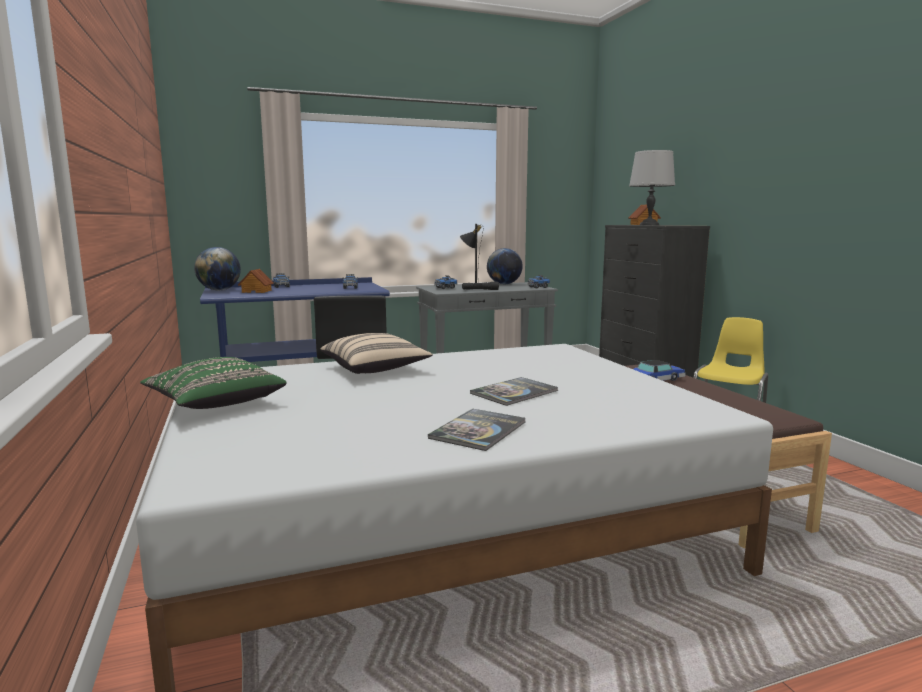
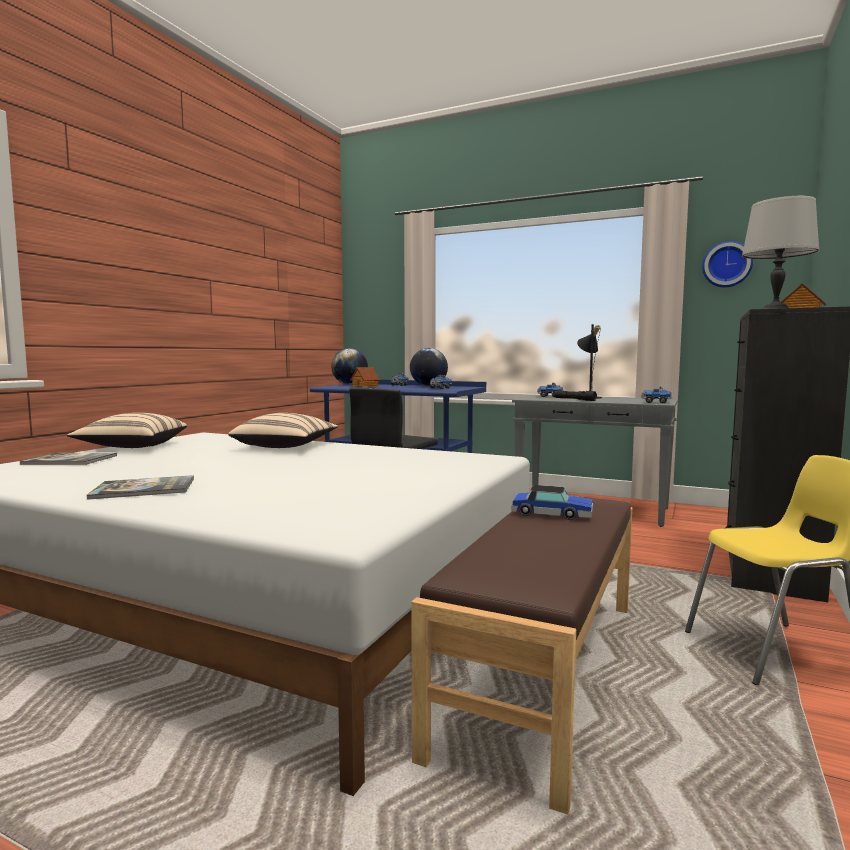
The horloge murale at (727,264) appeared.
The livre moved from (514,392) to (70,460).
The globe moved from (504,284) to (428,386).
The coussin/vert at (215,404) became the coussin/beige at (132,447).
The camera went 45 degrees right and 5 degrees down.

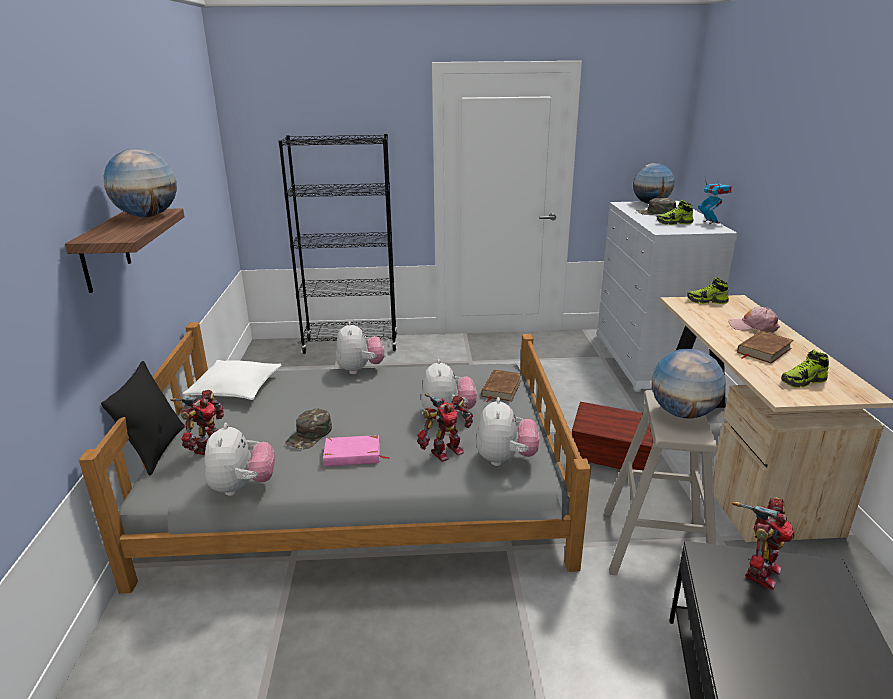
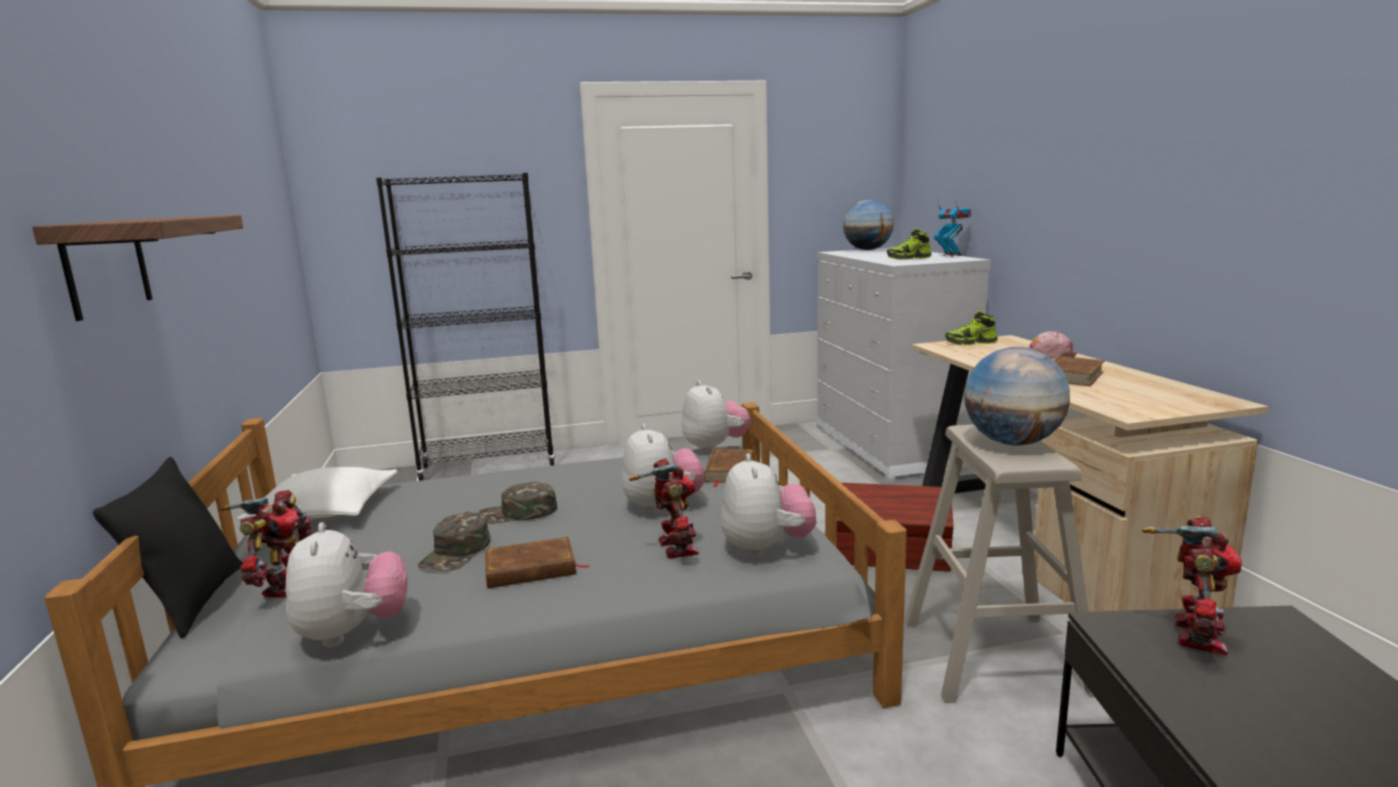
The globe at (147,216) disappeared.
The chaussure at (803,381) disappeared.
The peluche moved from (360,369) to (715,447).
The casquette/vert moved from (655,212) to (518,513).
The livre/rose at (352,455) became the livre/marron at (531,569).
The robot jouet at (445,451) turned 60 degrees counterclockwise.
The camera went 10 degrees left and 10 degrees down.

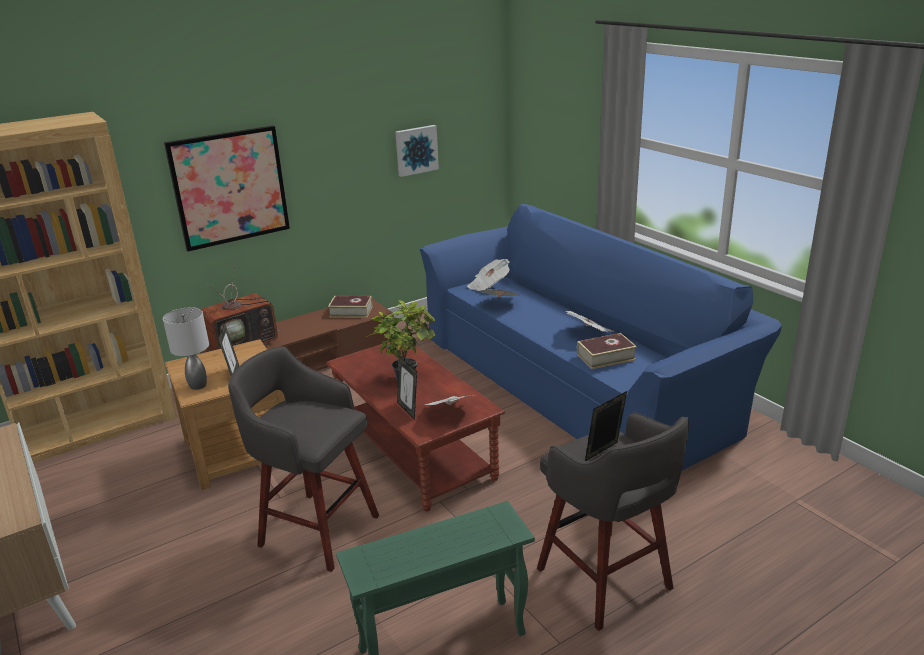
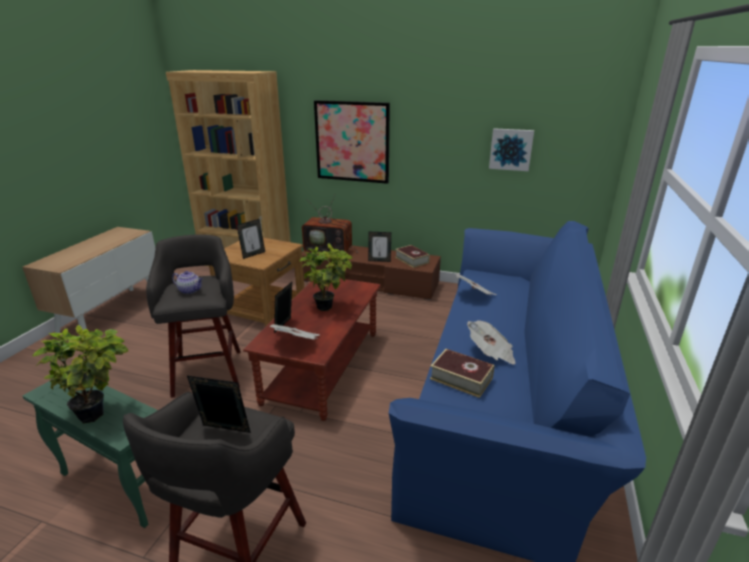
The lampe de table/gris at (198,386) disappeared.
The journal at (488,286) disappeared.
The plante en pot at (99,413) appeared.
The théière at (190,290) appeared.
The cadre photo at (379,260) appeared.
The camera went 50 degrees right and 0 degrees up.

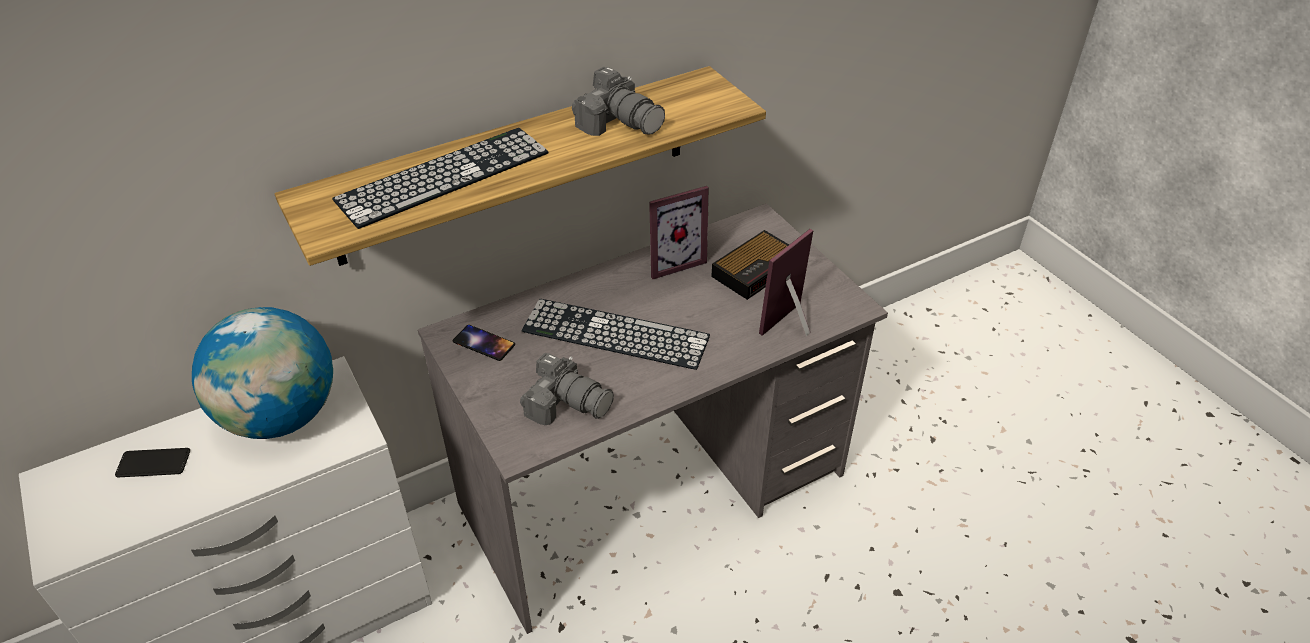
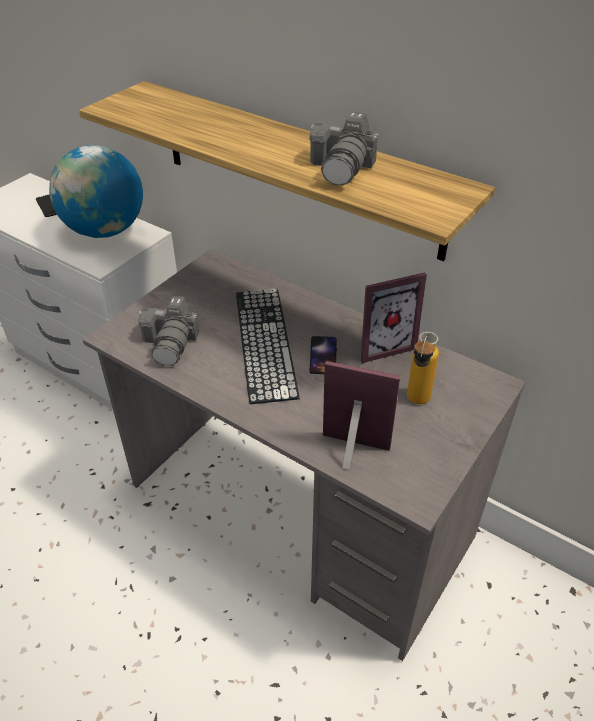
The clavier at (443,176) disappeared.
The téléphone moved from (484,343) to (323,355).
The réveil at (756,269) was replaced by the bouteille at (416,404).
The cadre photo at (672,261) turned 60 degrees counterclockwise.
The camera went 65 degrees right and 0 degrees up.

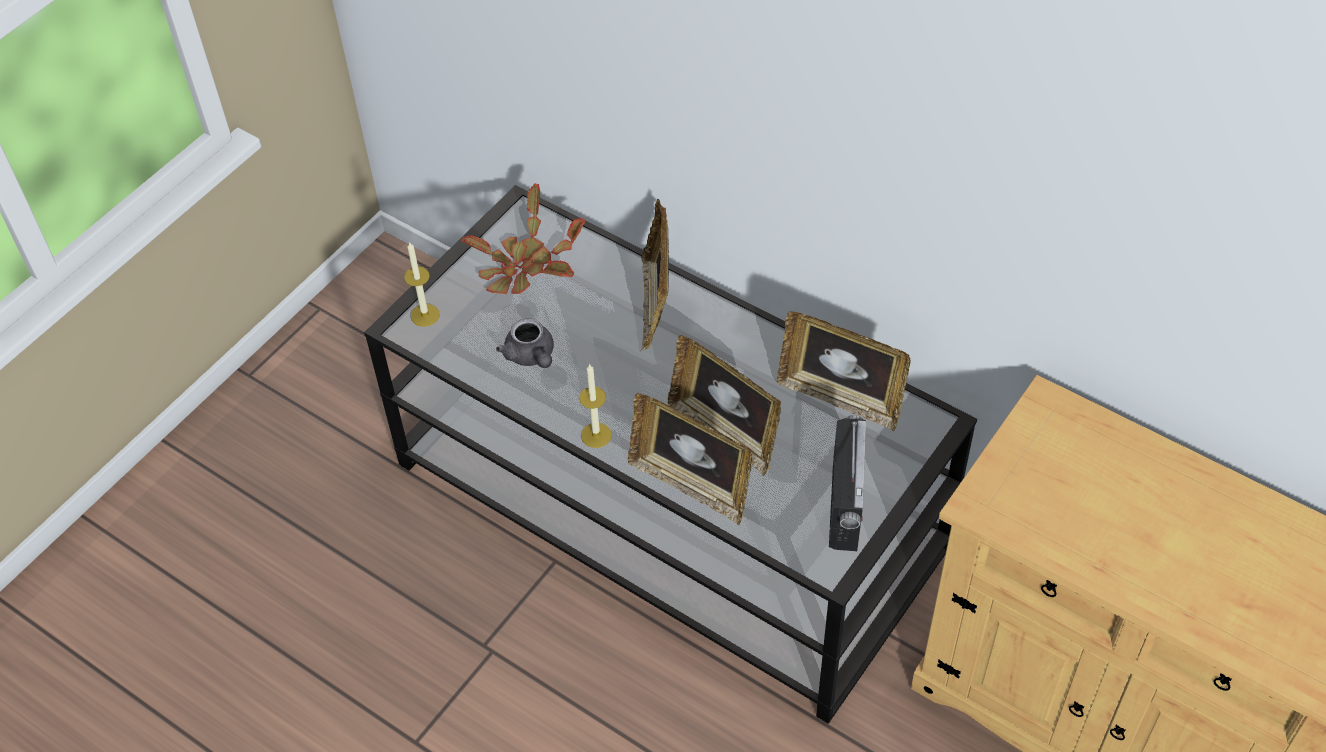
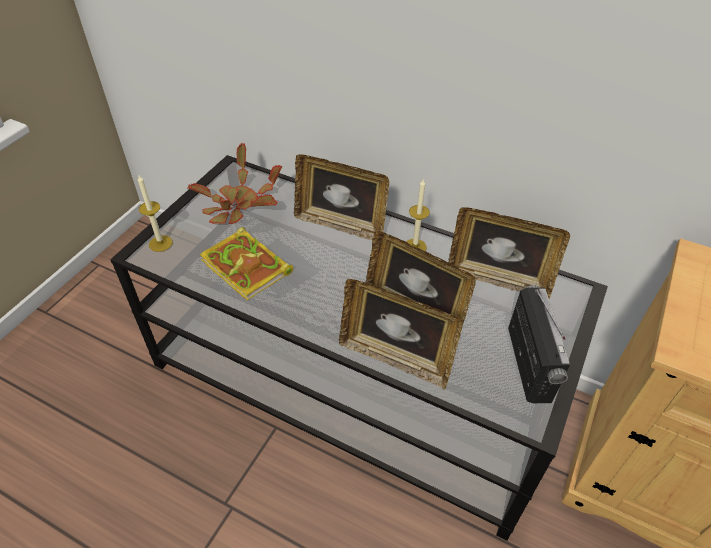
The bougie moved from (596,435) to (415,247).
The théière/gris at (531,356) was replaced by the livre at (248,267).
The cadre photo at (655,305) turned 60 degrees counterclockwise.
The camera went 10 degrees left and 5 degrees down.

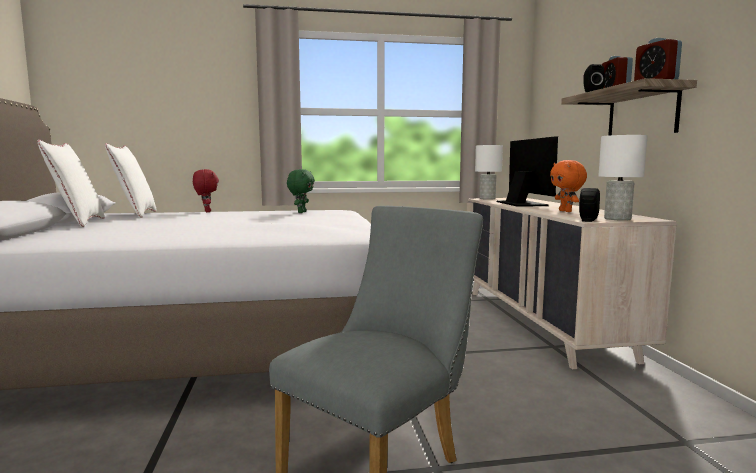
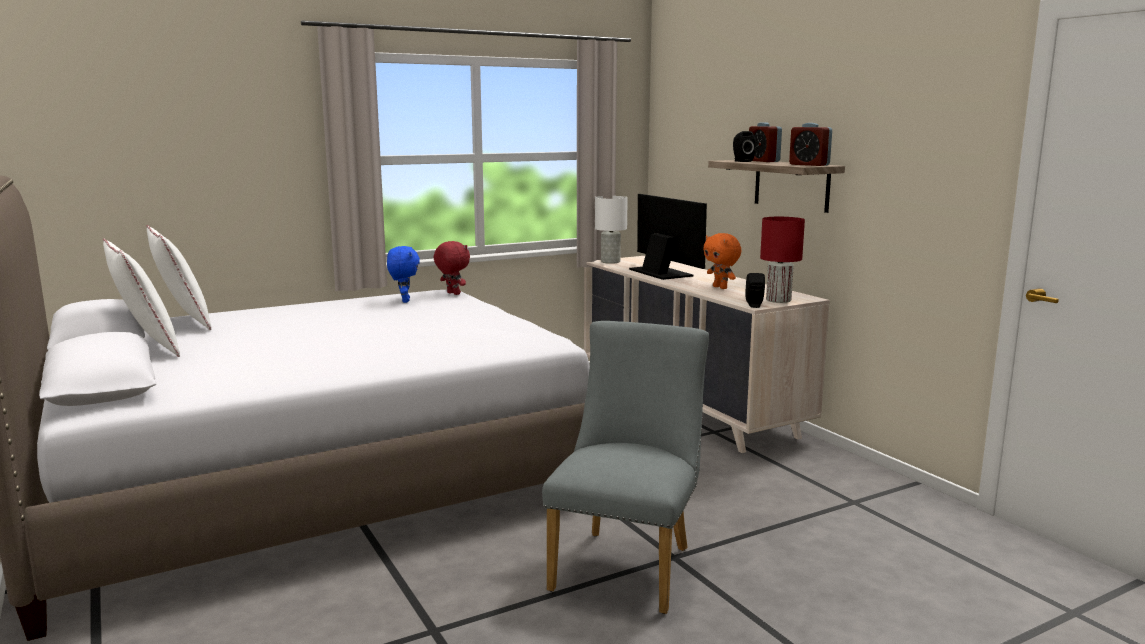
The peluche/rouge moved from (206,211) to (452,294).
The peluche/vert at (301,212) became the peluche/bleu at (404,301).
The lampe de table/blanc at (617,219) became the lampe de table/rouge at (778,300).
The camera went 20 degrees left and 5 degrees up.

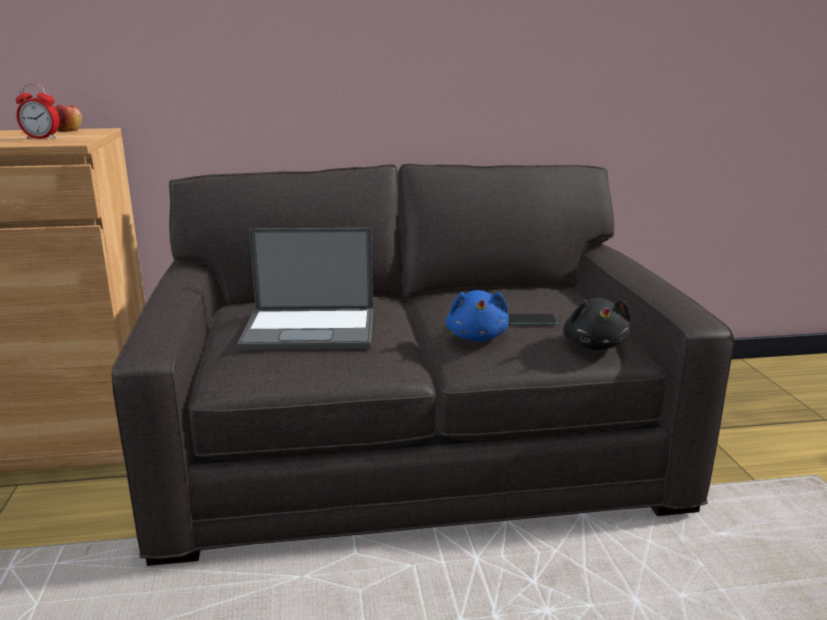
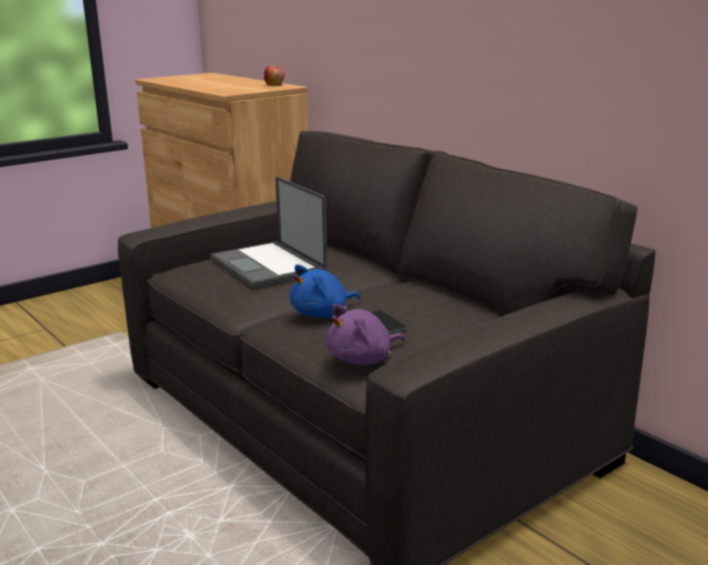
The réveil at (41,138) disappeared.
The peluche/noir at (594,345) became the peluche/violet at (363,359).
The camera went 60 degrees right and 0 degrees up.

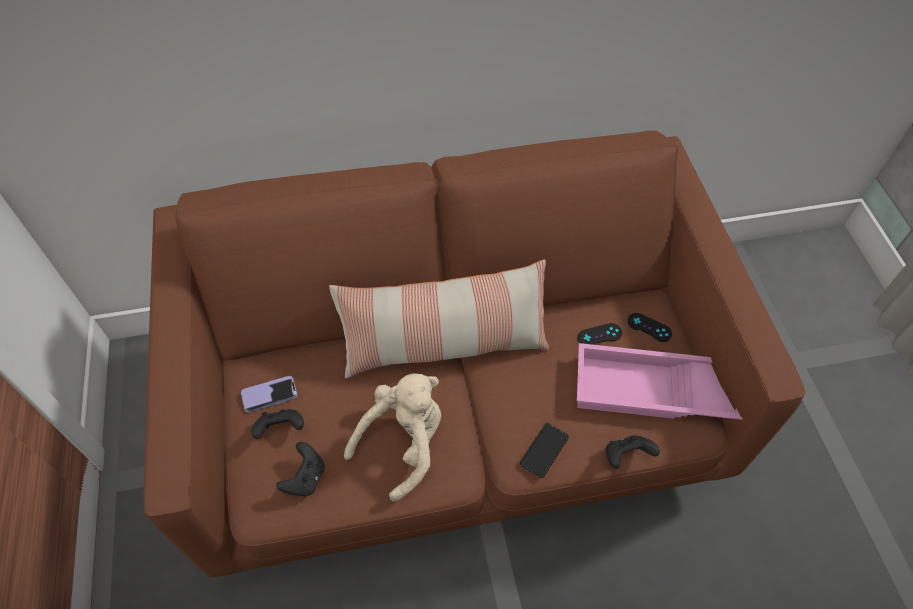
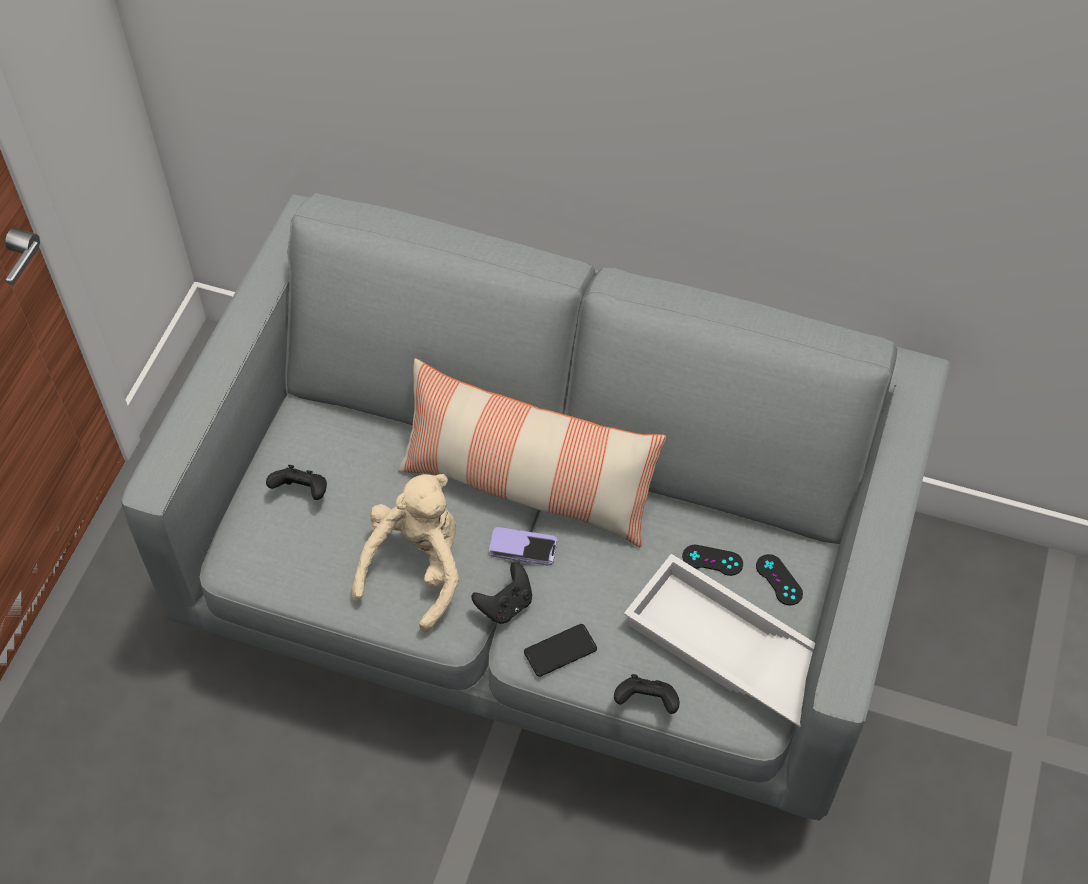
The téléphone moved from (269,395) to (523,547).
The manette/noir moved from (305,478) to (505,605).
The canapé/marron at (455,411) became the canapé/gris at (544,587).
The plateau/rose at (651,392) became the plateau/blanc at (727,651).
The peluche/beige at (403,443) turned 45 degrees counterclockwise.
The camera went 30 degrees right and 0 degrees up.

